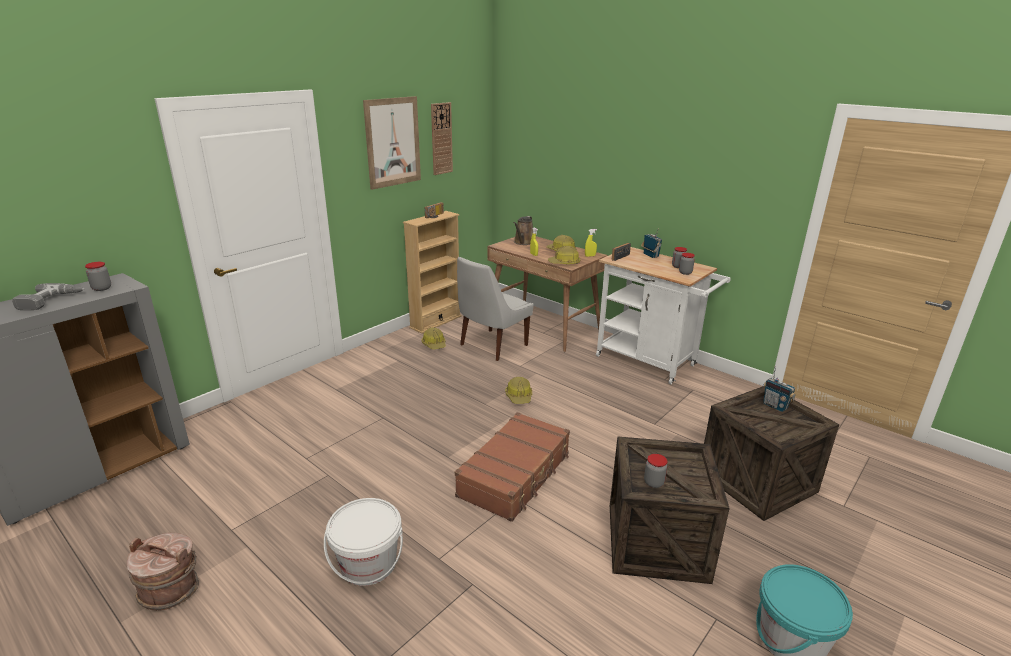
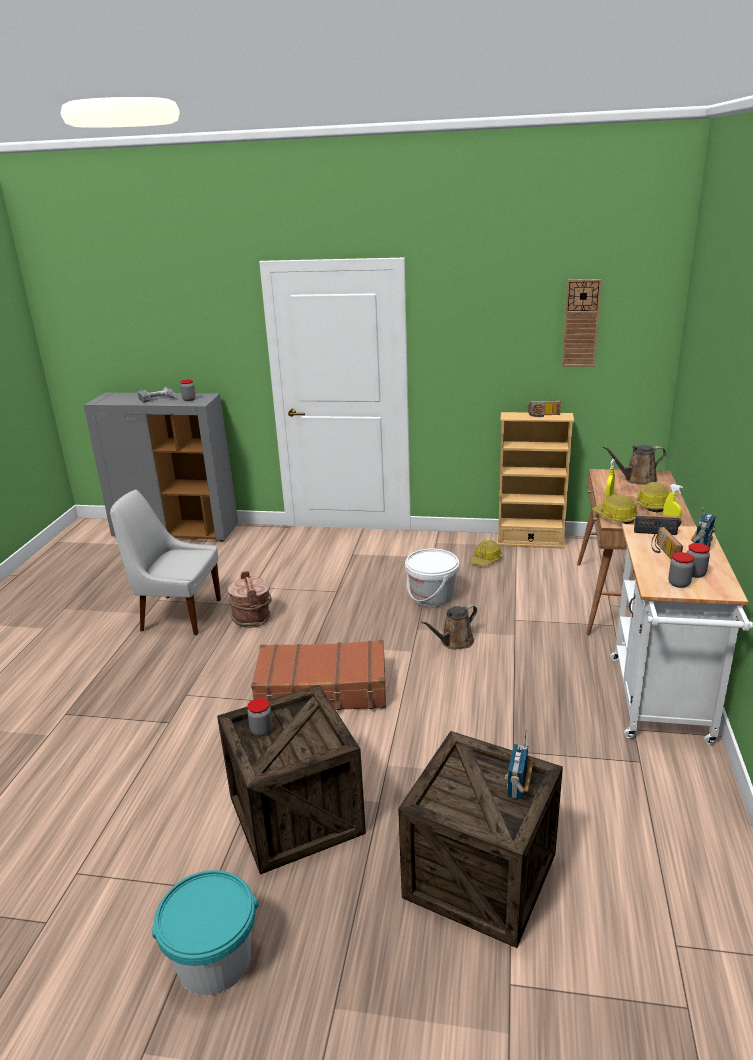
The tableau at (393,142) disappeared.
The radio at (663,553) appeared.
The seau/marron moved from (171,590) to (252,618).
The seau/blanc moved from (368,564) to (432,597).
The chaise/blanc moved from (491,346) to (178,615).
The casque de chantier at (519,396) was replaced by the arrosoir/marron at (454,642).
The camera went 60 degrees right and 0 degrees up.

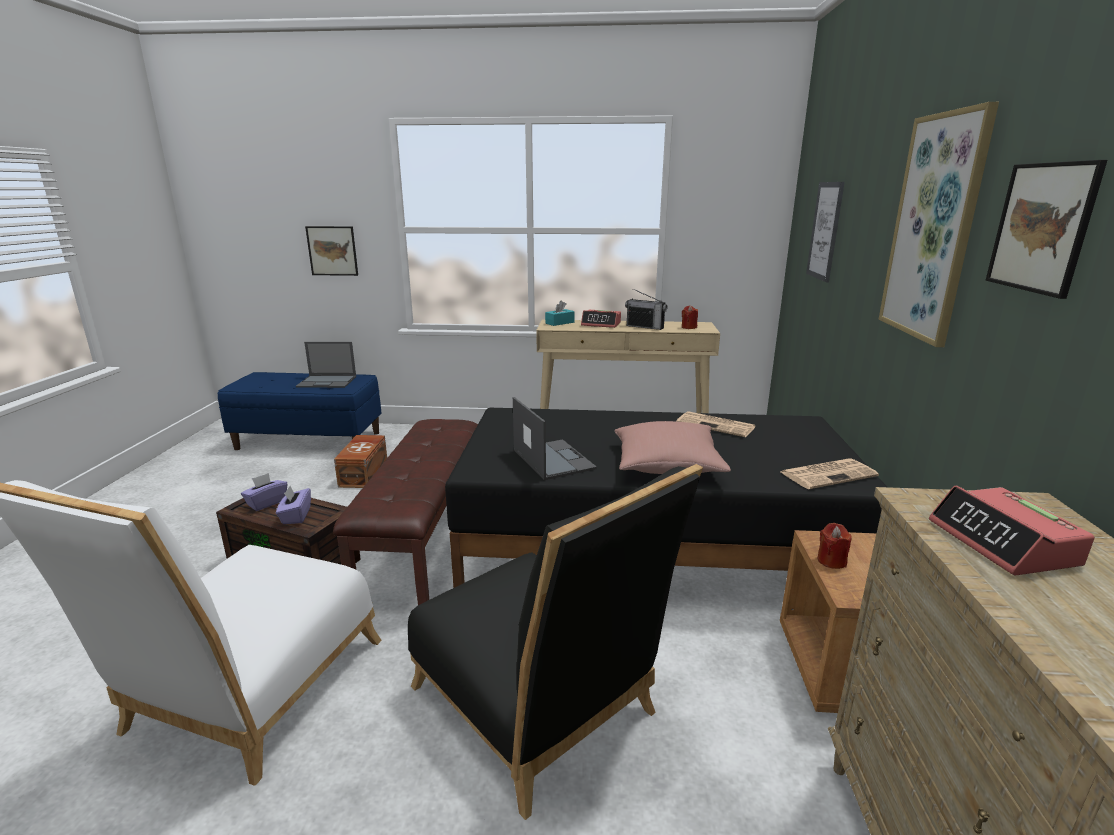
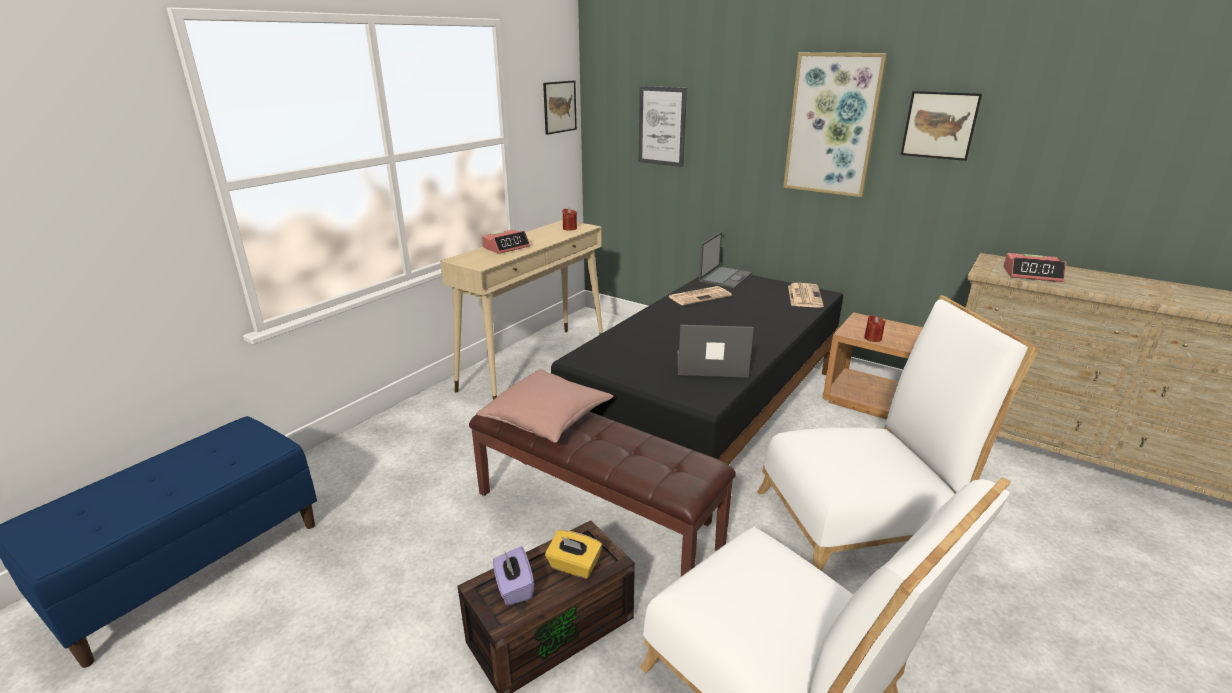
The boîte de rangement/marron at (365,473) disappeared.
The boîte à mouchoirs/turquoise at (559,323) disappeared.
The radio at (645,327) disappeared.
The ordinateur portable moved from (327,382) to (725,277).
The tableau moved from (332,251) to (559,107).
The coussin/rose moved from (667,465) to (547,419).
The boîte à mouchoirs/violet at (296,516) became the boîte à mouchoirs/jaune at (574,566).
The chaise/noir at (540,709) became the chaise/blanc at (861,520).
The camera went 60 degrees left and 5 degrees up.

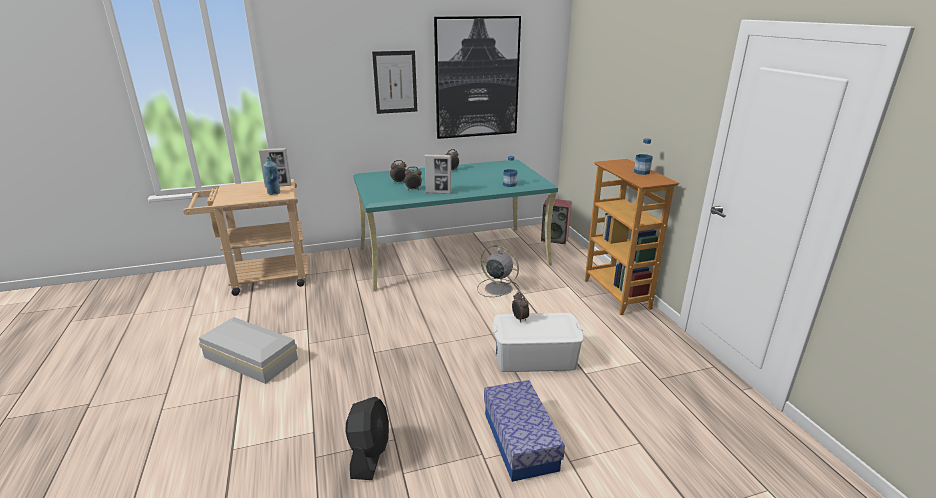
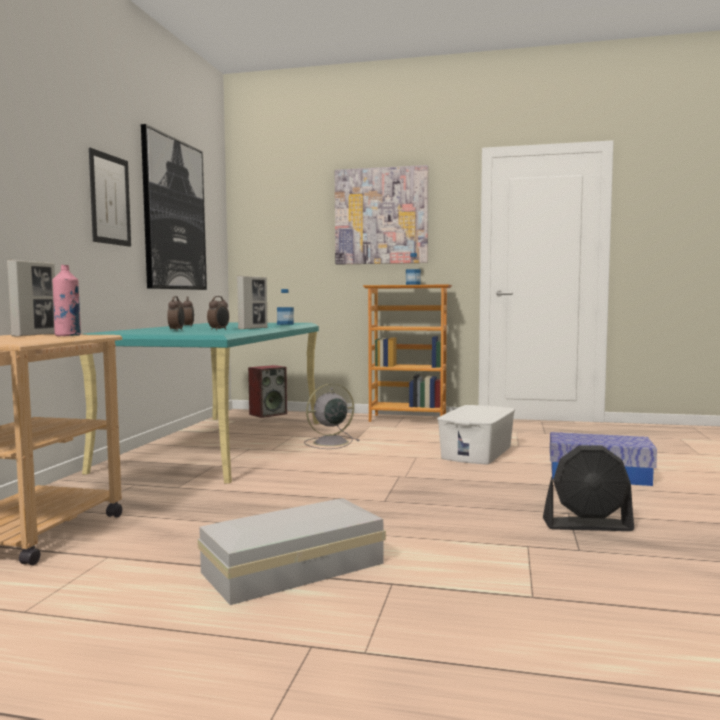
The réveil at (519,319) disappeared.
The tableau at (381,216) appeared.
The bouteille/bleu at (274,193) became the bouteille/rose at (68,336).
The ventilateur/noir at (369,454) turned 150 degrees clockwise.
The camera went 60 degrees left and 20 degrees down.

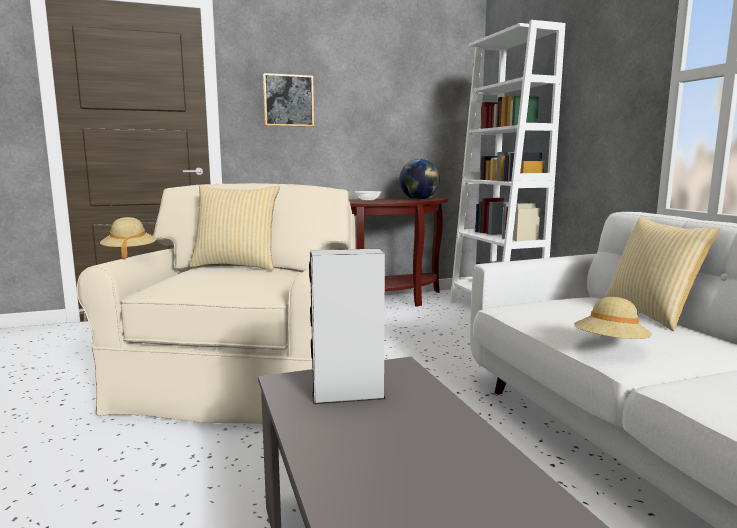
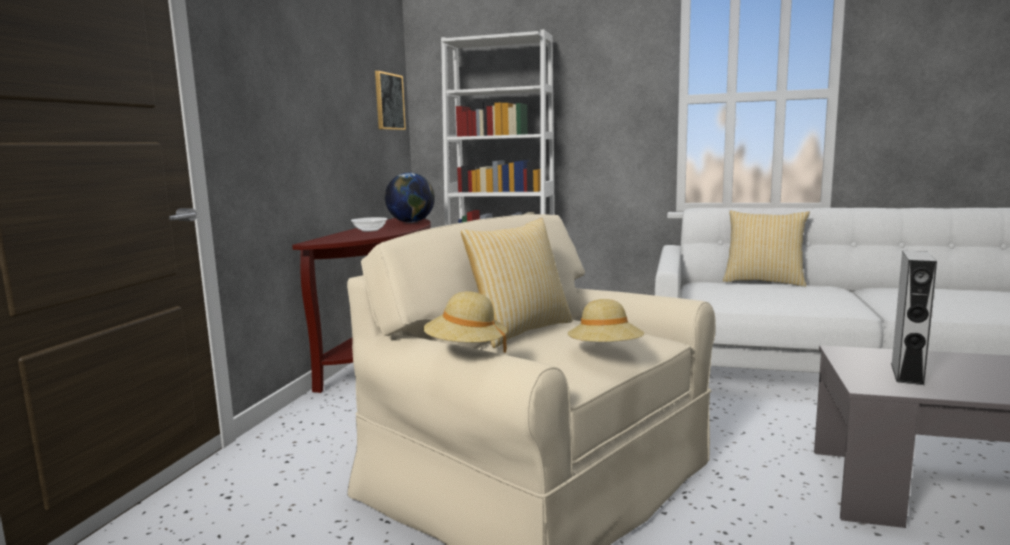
The tableau moved from (288,100) to (389,101).
The chapeau/beige moved from (610,346) to (605,351).
The camera went 55 degrees left and 0 degrees up.

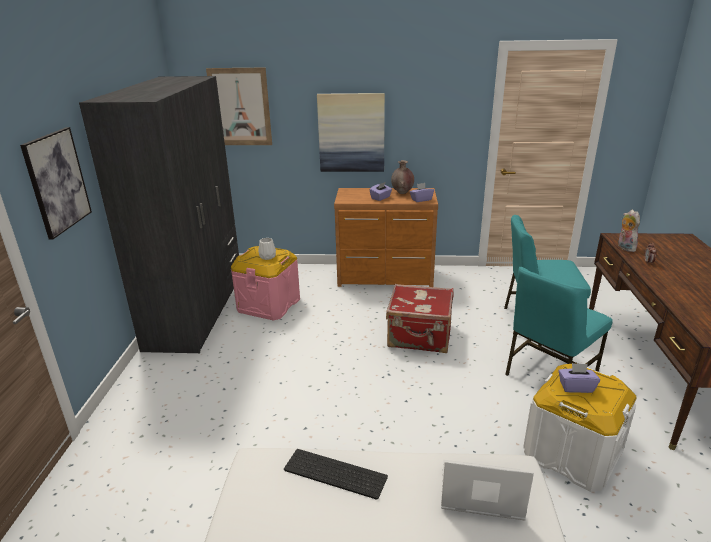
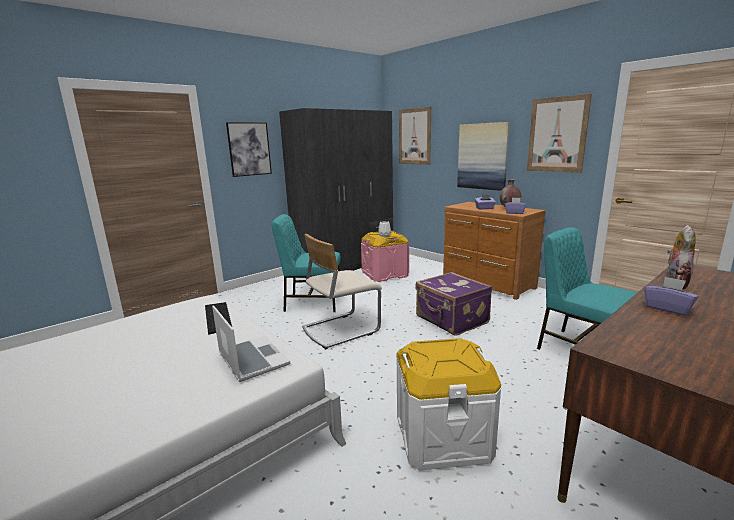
The chaise/beige at (340,329) appeared.
The tableau at (557,135) appeared.
The chaise/turquoise moved from (549,373) to (312,302).
The boîte à mouchoirs/violet moved from (576,387) to (667,308).
The valise/rouge at (420,337) became the valise/violet at (451,320).
The camera went 45 degrees right and 10 degrees down.

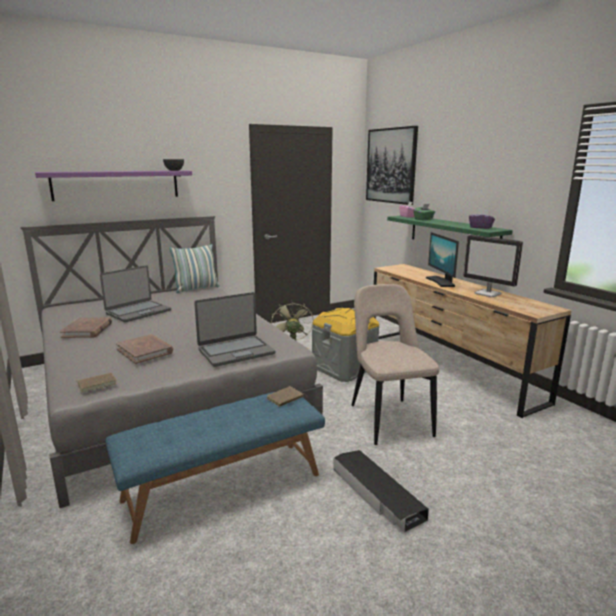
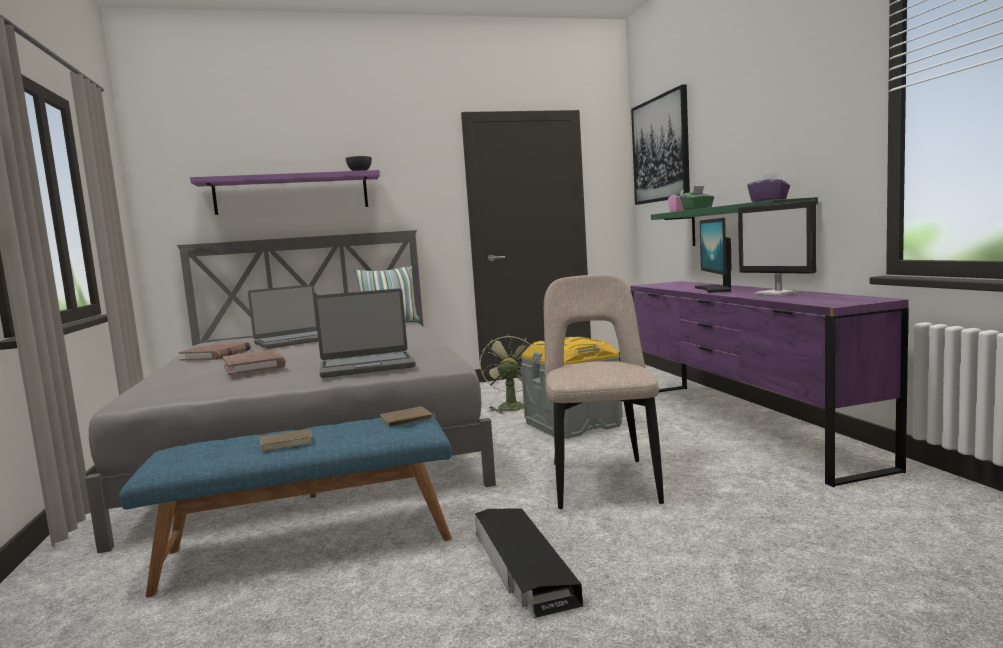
The livre/marron moved from (97,383) to (286,442).
The commode/marron at (448,367) became the commode/violet at (738,424).
The camera went 15 degrees right and 10 degrees down.

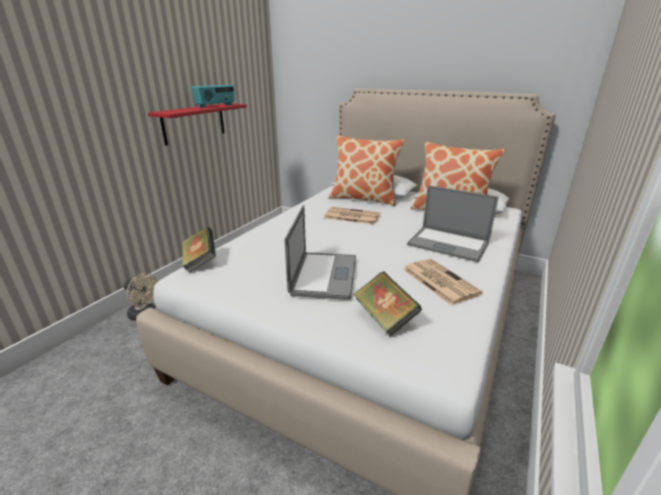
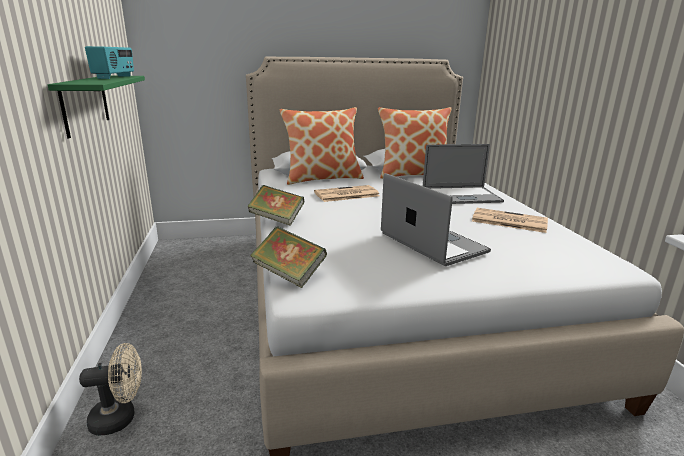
The livre moved from (384,318) to (276,219).
The étagère/rouge at (194,123) became the étagère/vert at (85,104).
The camera went 40 degrees left and 5 degrees down.

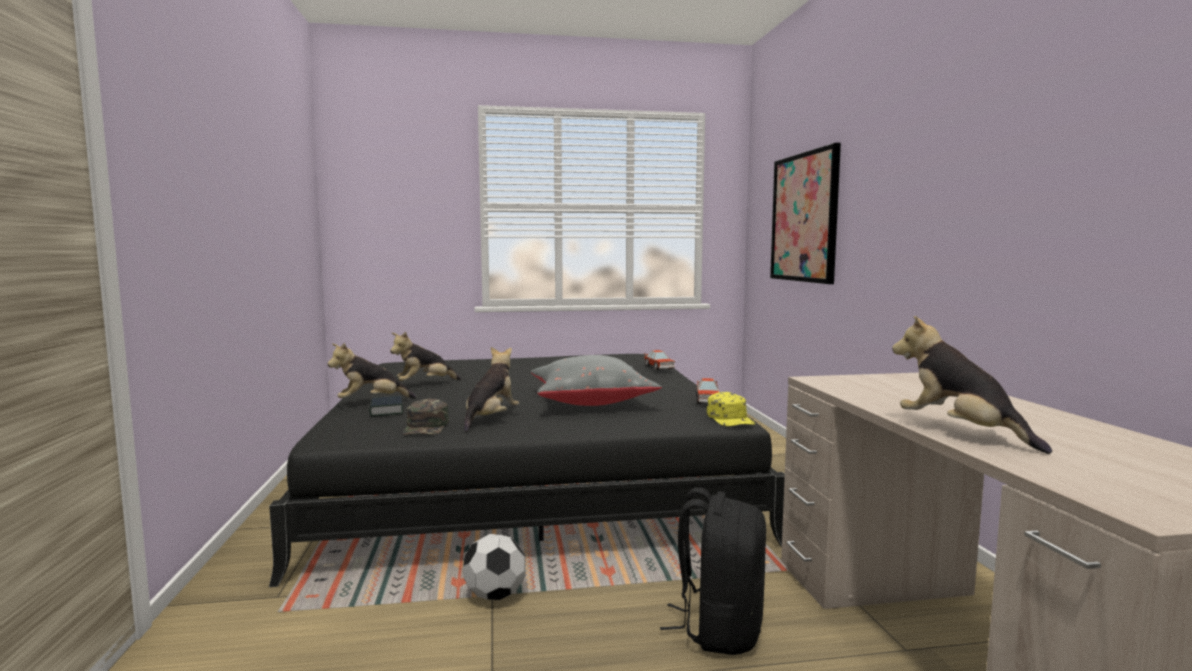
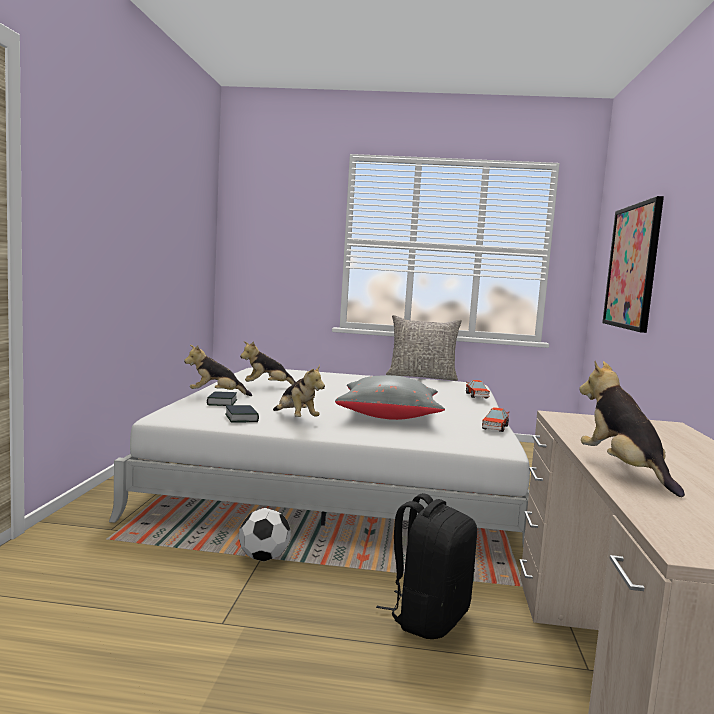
The casquette/jaune at (730,419) disappeared.
The coussin/gris at (421,377) appeared.
The casquette/vert at (426,427) was replaced by the livre at (241,418).
The lit/noir at (529,474) became the lit/blanc at (344,473).
The peluche at (491,419) turned 105 degrees clockwise.
The camera went 15 degrees right and 0 degrees up.

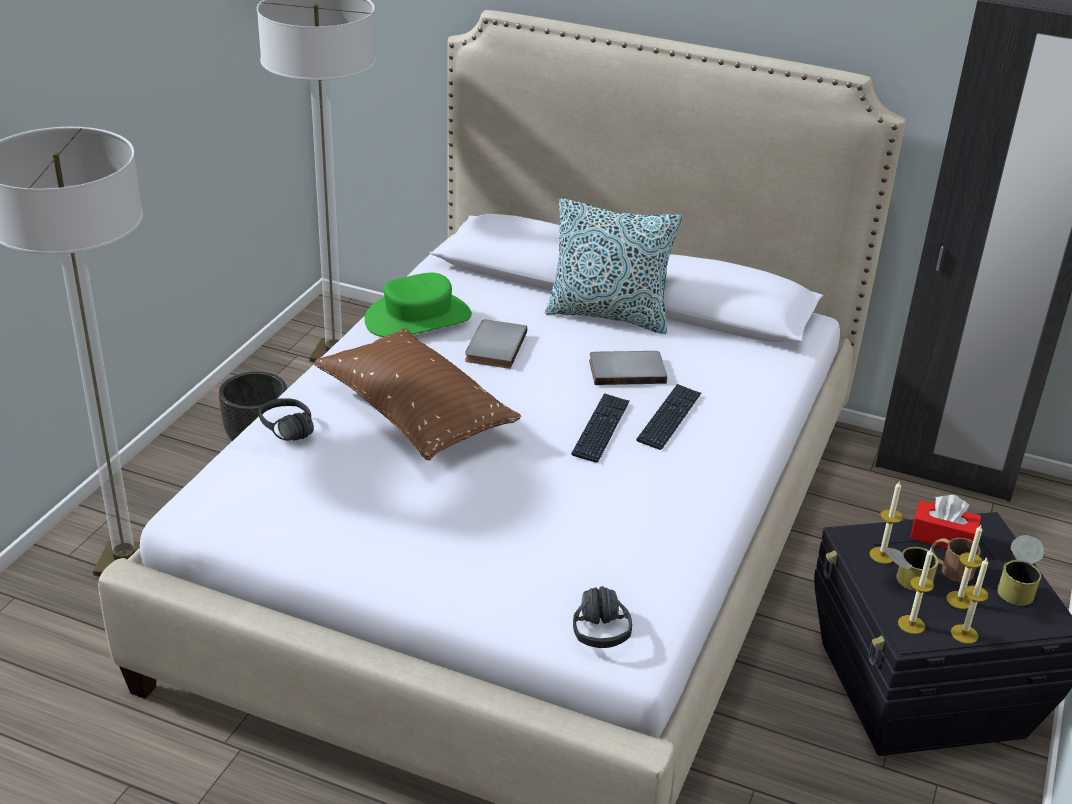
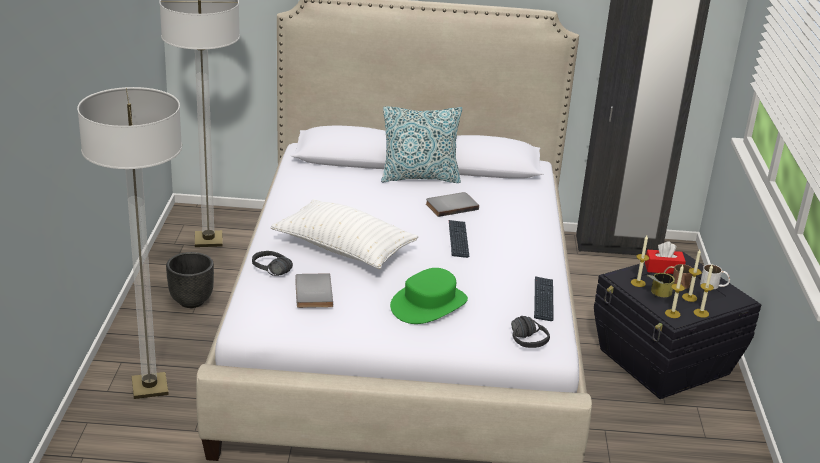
The chapeau/vert moved from (418,318) to (429,304).
The livre/gris moved from (493,346) to (311,293).
The clavier moved from (669,418) to (543,299).
The boîte métallique at (1017,586) was replaced by the mug/blanc at (714,285).
The coussin/marron at (415,414) became the coussin/blanc at (344,249).
The camera went 20 degrees left and 5 degrees down.

